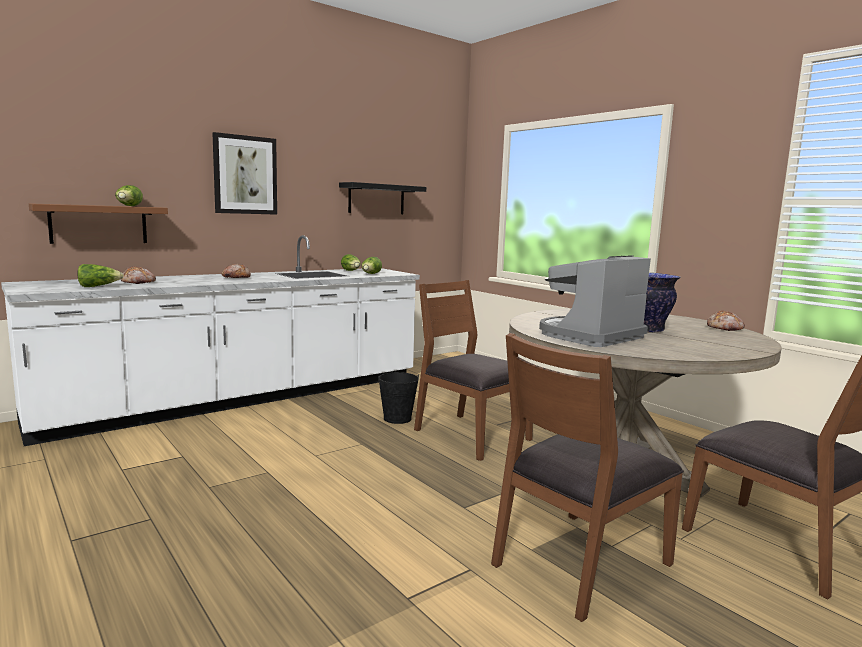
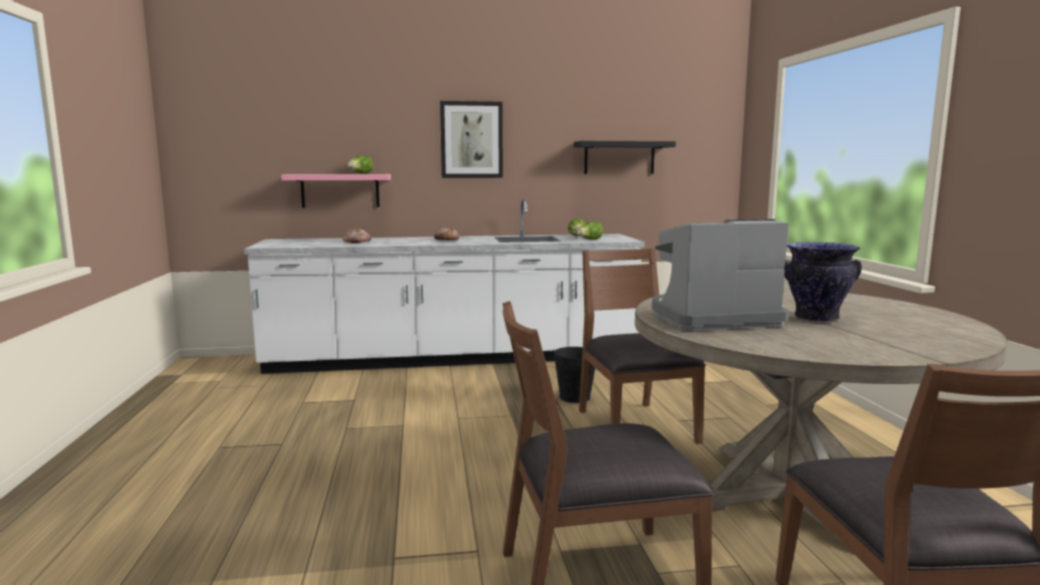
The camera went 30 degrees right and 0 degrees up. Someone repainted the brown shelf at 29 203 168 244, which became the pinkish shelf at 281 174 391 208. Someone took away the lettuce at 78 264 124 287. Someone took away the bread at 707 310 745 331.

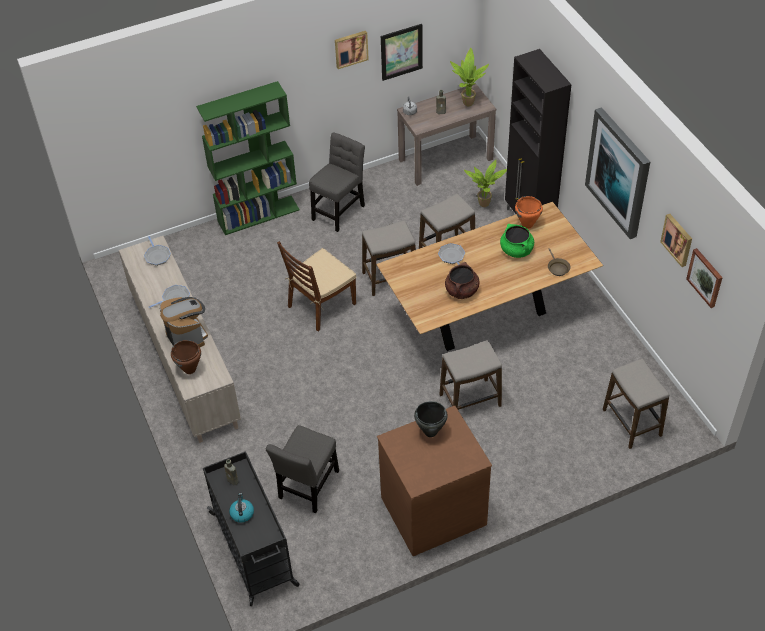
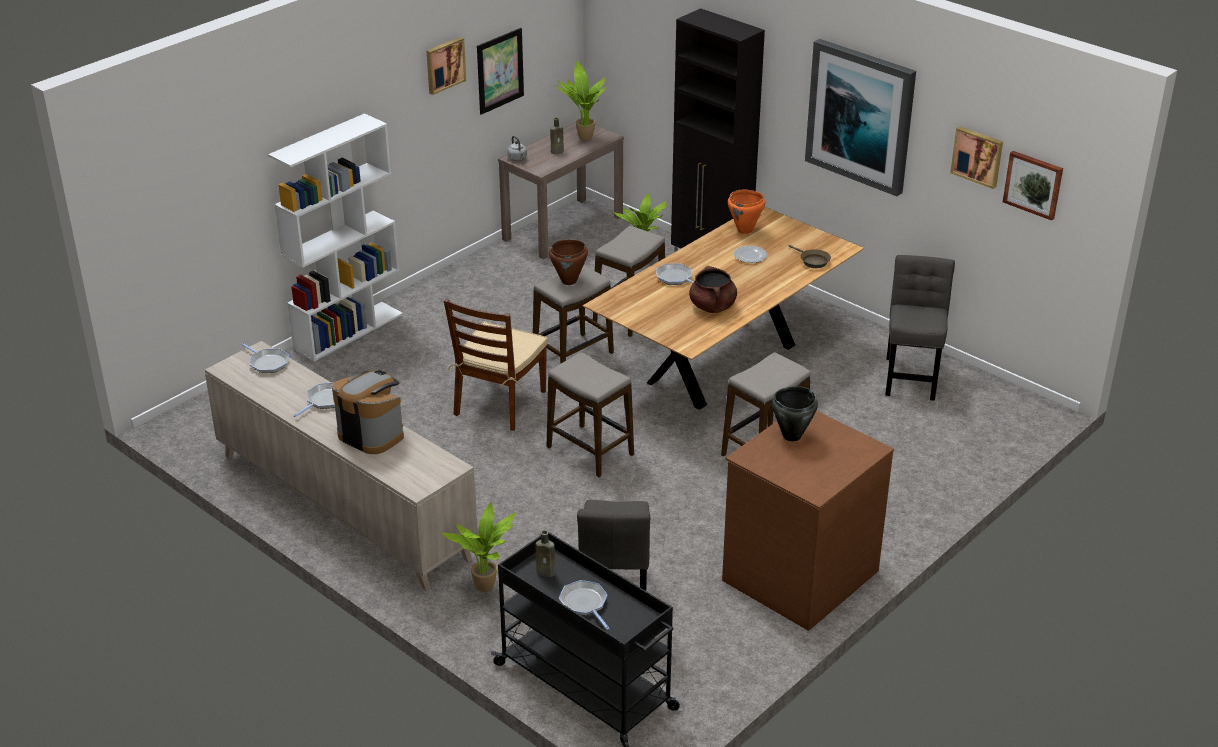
The camera went 25 degrees left and 15 degrees down. Someone carried the brown cooking pot from 171 340 201 374 to 549 239 588 285. Someone repainted the greenish bookcase at 196 81 300 235, which became the white-coloured bookcase at 268 113 403 362. Someone swapped the tea kettle at 229 493 254 523 for the frying pan at 559 580 610 630. Someone carried the greyish plain chair from 309 132 365 232 to 885 255 955 401. Someone swapped the greenish cooking pot at 500 224 534 258 for the plate at 734 246 768 263. Someone carried the stool seat from 602 359 669 449 to 547 352 634 477. Someone put down the potted plant at 441 502 515 592.

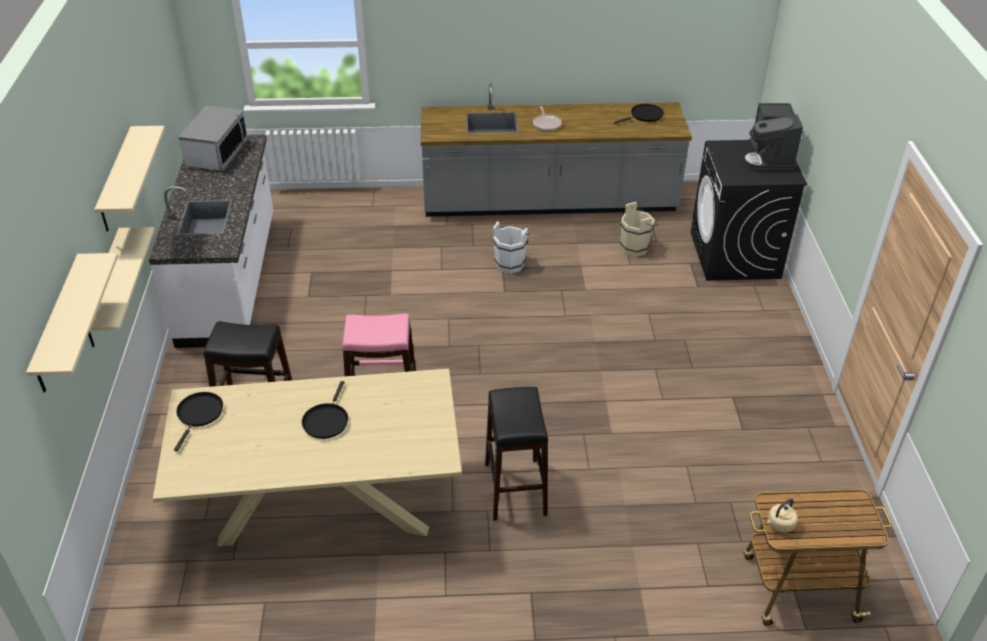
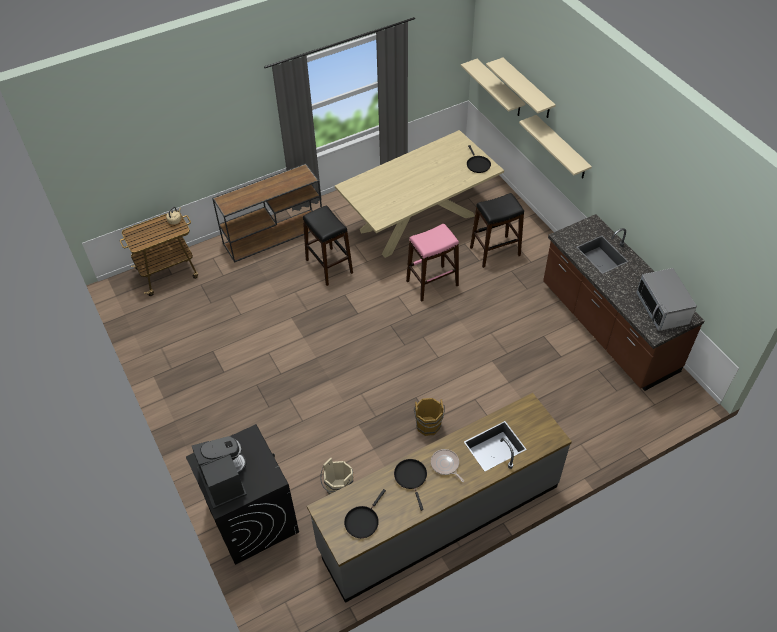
The camera went 155 degrees right and 10 degrees up. Someone carried the sand-coloured shelf from 94 126 165 232 to 461 59 526 116. Someone repainted the white-coloured kitchen counter at 149 135 273 348, which became the brown kitchen counter at 543 214 705 391. Someone carried the blackish frying pan from 302 381 348 439 to 394 459 427 511. Someone repainted the white-coloured water bucket at 493 221 529 274, which became the brown water bucket at 414 398 445 436. Someone put down the brown narrow table at 212 163 322 263.

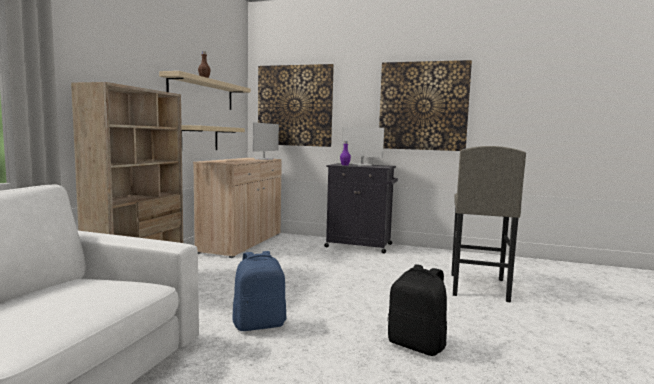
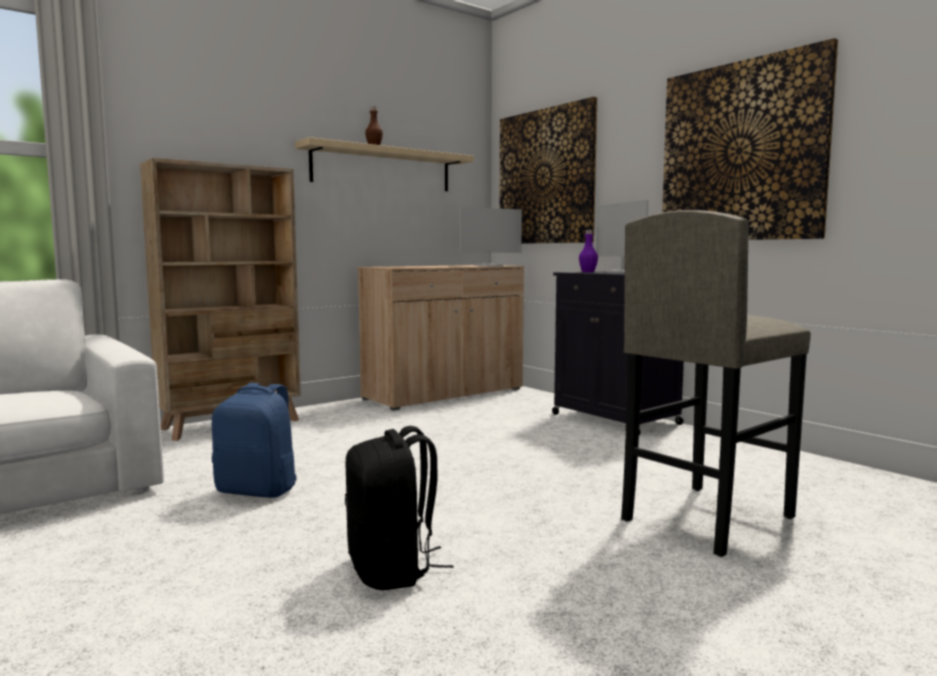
The camera went 35 degrees right and 0 degrees up. Someone took away the sand-coloured shelf at 181 125 245 150.

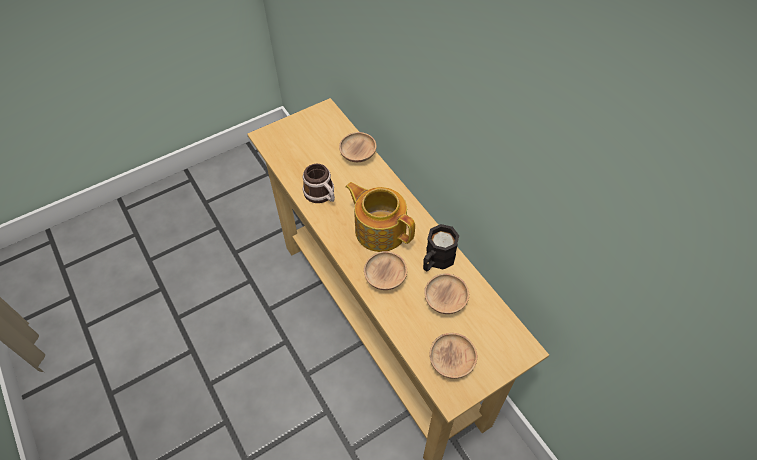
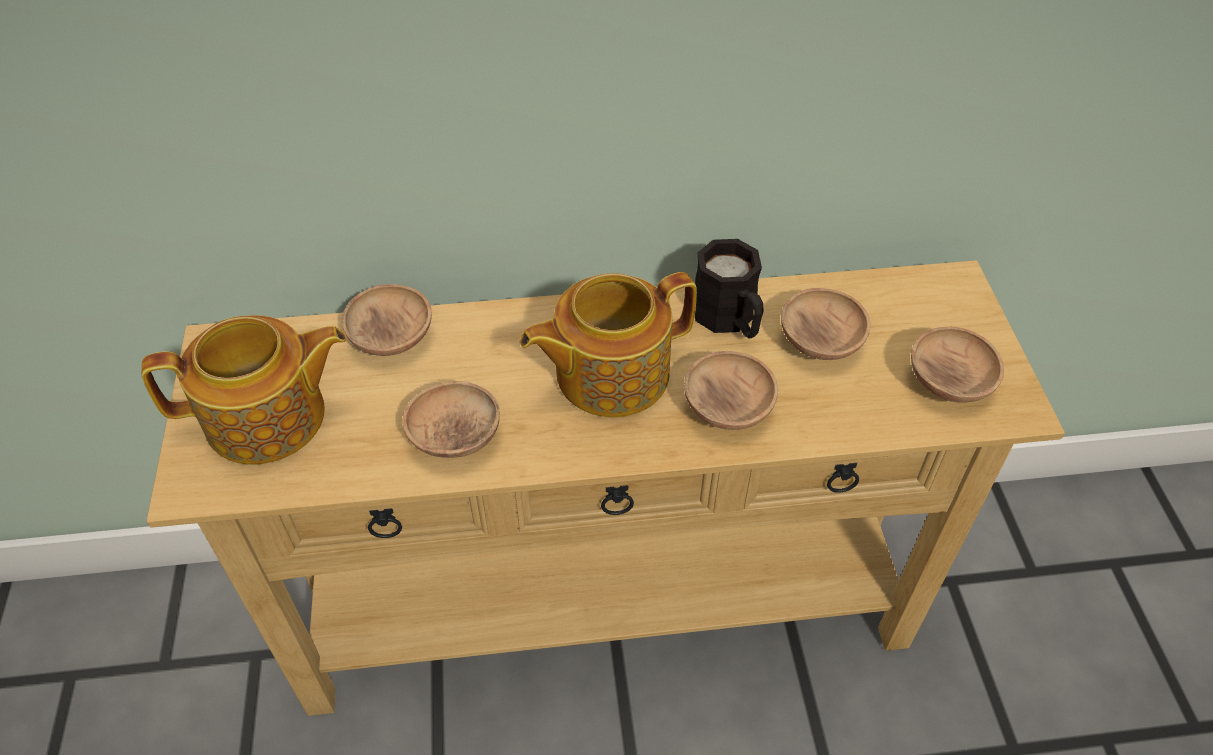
The camera went 65 degrees left and 5 degrees down. Someone swapped the mug at 303 164 335 203 for the brown serving bowl at 403 381 500 458. Someone put down the tea pot at 141 315 346 465.

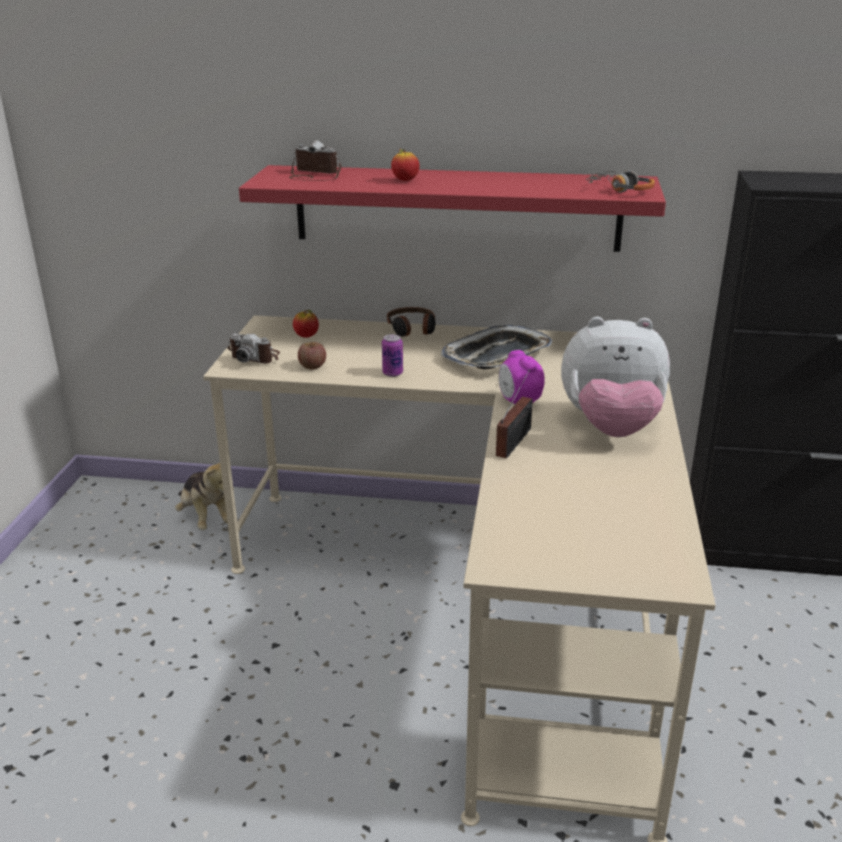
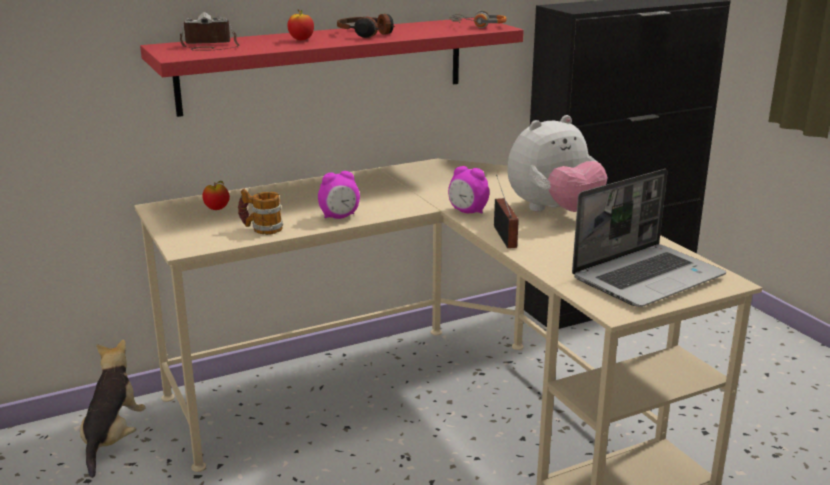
The camera went 35 degrees left and 5 degrees down. Someone rotated the plush toy at 175 463 234 530 by 105 degrees counterclockwise. Someone took away the still camera at 227 333 280 364. Someone swapped the apple at 298 342 326 369 for the mug at 238 189 283 235. Someone swapped the metal can at 382 334 403 377 for the bedside clock at 318 171 360 219. Someone carried the headset from 387 307 435 337 to 337 14 395 38. Someone took away the serving tray at 441 325 552 369. Someone put down the laptop at 572 169 726 307.

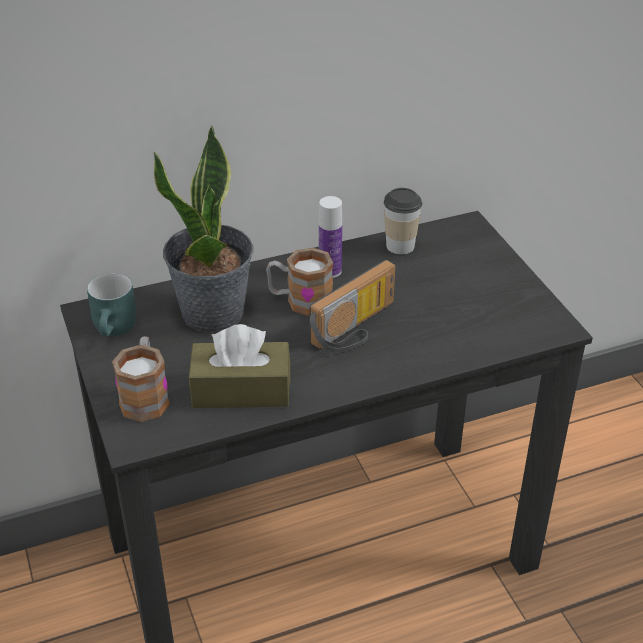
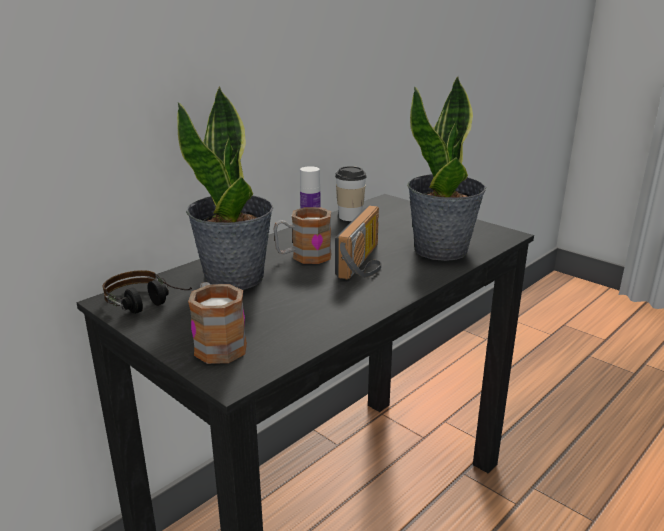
The camera went 25 degrees left and 15 degrees down. Someone swapped the blue-green mug at 87 273 136 337 for the headset at 102 270 192 314. Someone took away the brown box of tissues at 189 324 290 408. Someone put down the potted plant at 407 76 486 261.

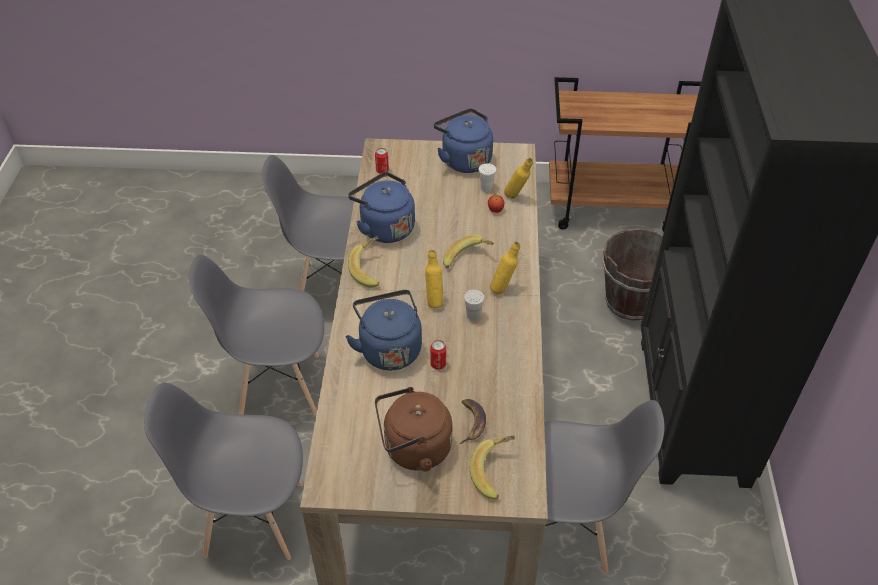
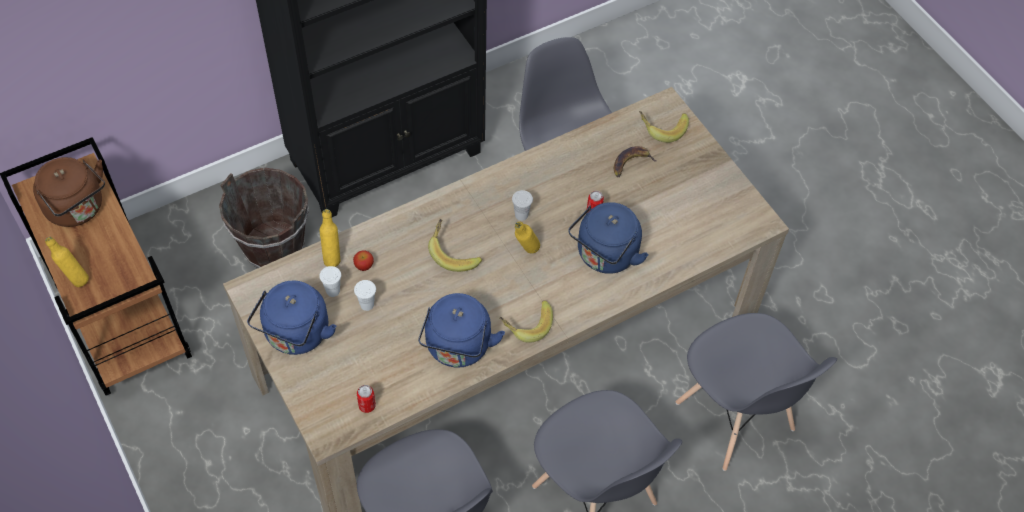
The camera went 125 degrees left and 10 degrees up. Someone carried the brown tea kettle from 375 387 453 472 to 33 157 105 227. Someone carried the yellow-coloured beverage bottle from 490 242 520 295 to 45 237 89 287. Someone put down the white-coloured cup at 354 280 376 311.

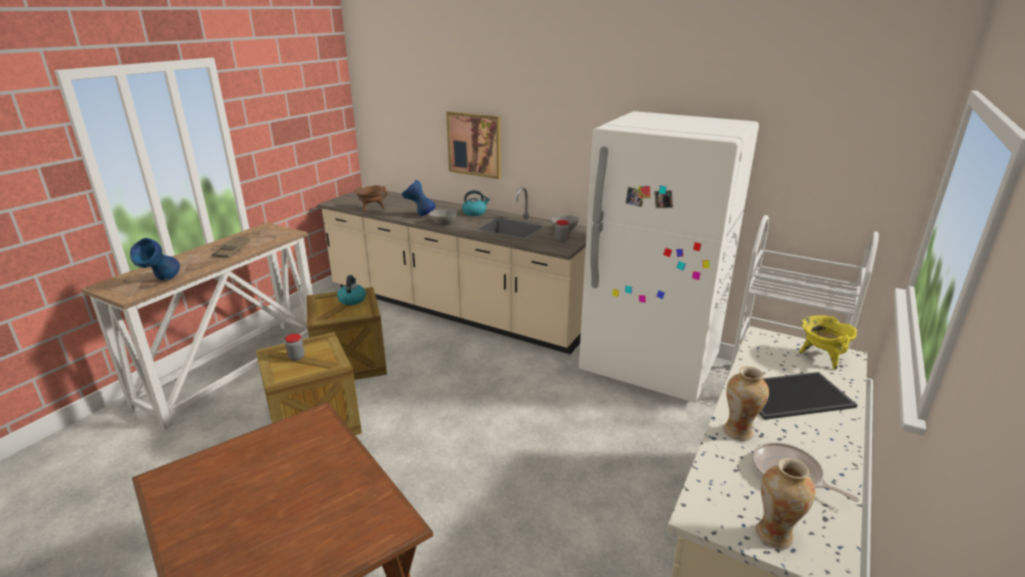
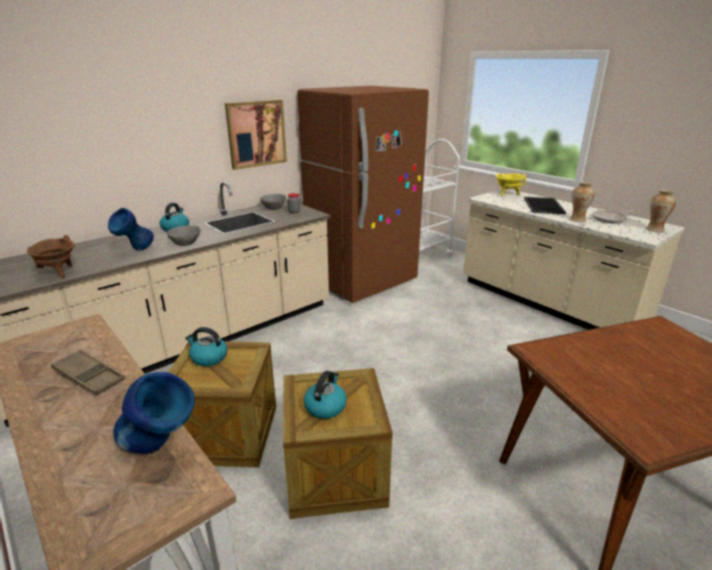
The camera went 70 degrees left and 0 degrees up. Someone swapped the preserve jar at 285 334 305 361 for the tea kettle at 304 371 347 419. Someone carried the wall picture from 446 111 501 179 to 225 100 287 170. Someone repainted the white-coloured kitchen fridge at 579 111 759 403, which became the brown kitchen fridge at 297 86 429 303.

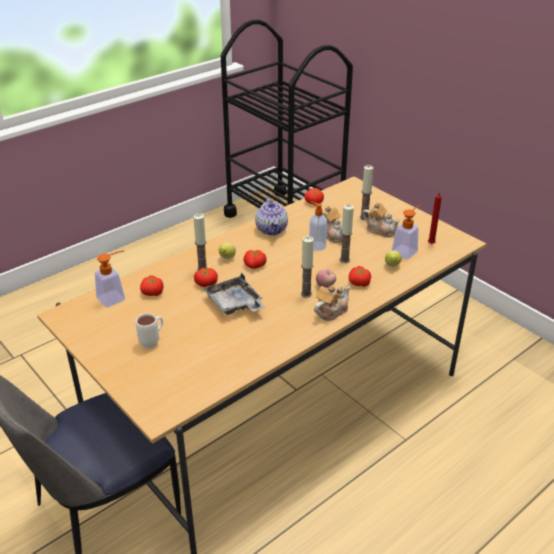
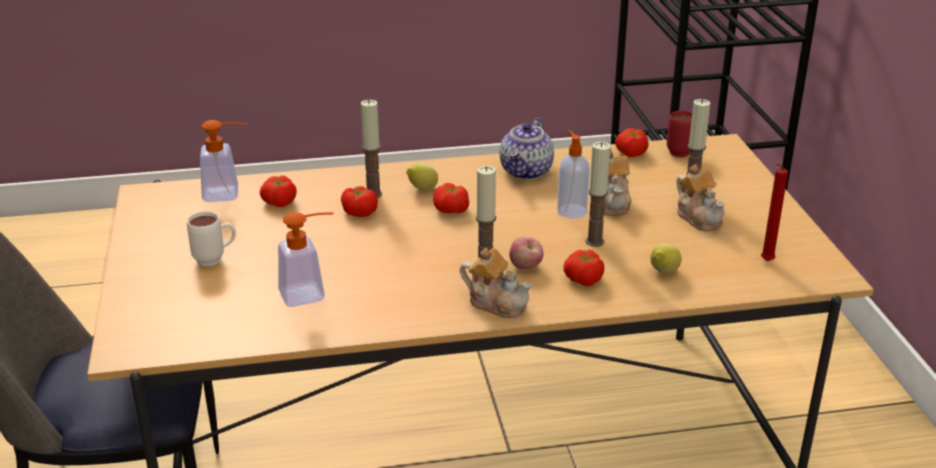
The camera went 30 degrees right and 5 degrees down. Someone took away the greyish serving tray at 203 273 265 315. Someone rotated the tea pot at 314 285 350 321 by 45 degrees clockwise. Someone carried the soap dispenser from 392 205 420 259 to 278 212 333 307. Someone put down the reddish mug at 667 111 692 157.

